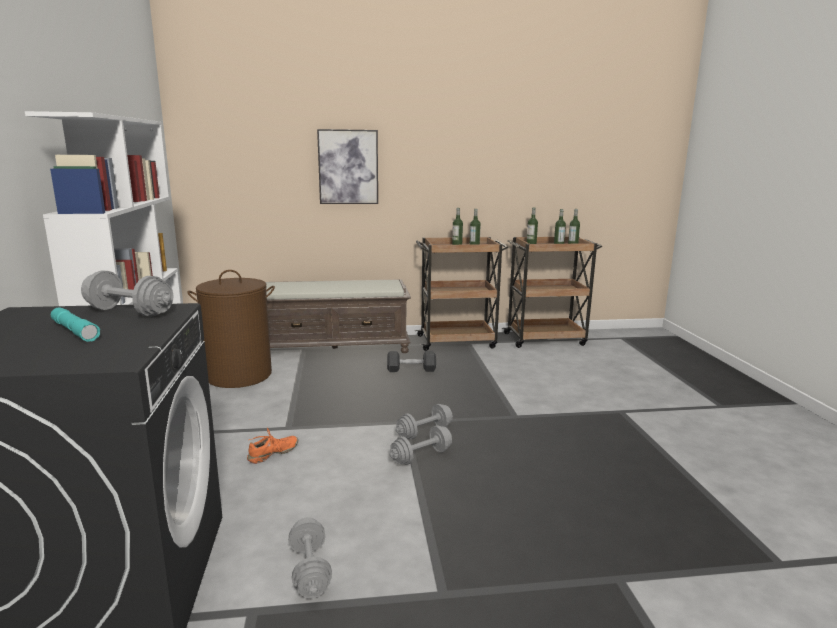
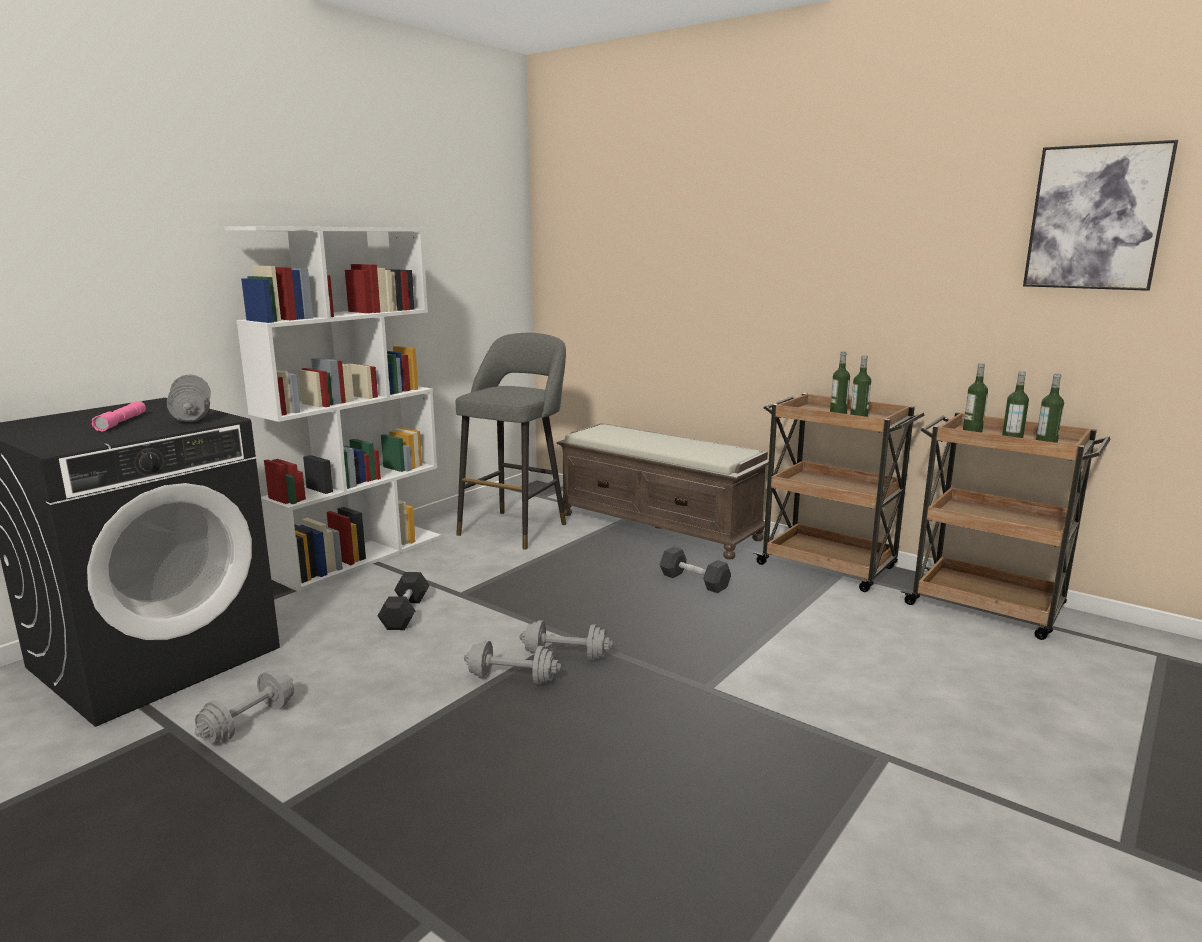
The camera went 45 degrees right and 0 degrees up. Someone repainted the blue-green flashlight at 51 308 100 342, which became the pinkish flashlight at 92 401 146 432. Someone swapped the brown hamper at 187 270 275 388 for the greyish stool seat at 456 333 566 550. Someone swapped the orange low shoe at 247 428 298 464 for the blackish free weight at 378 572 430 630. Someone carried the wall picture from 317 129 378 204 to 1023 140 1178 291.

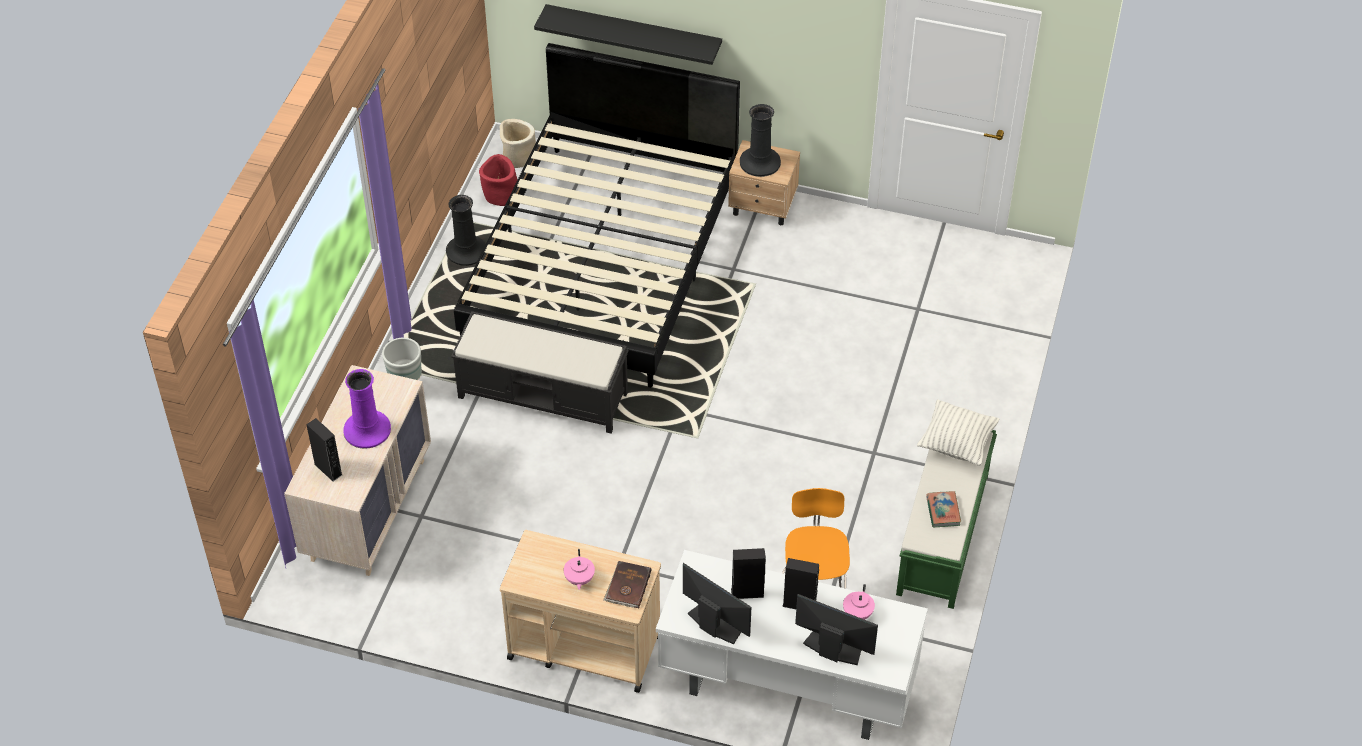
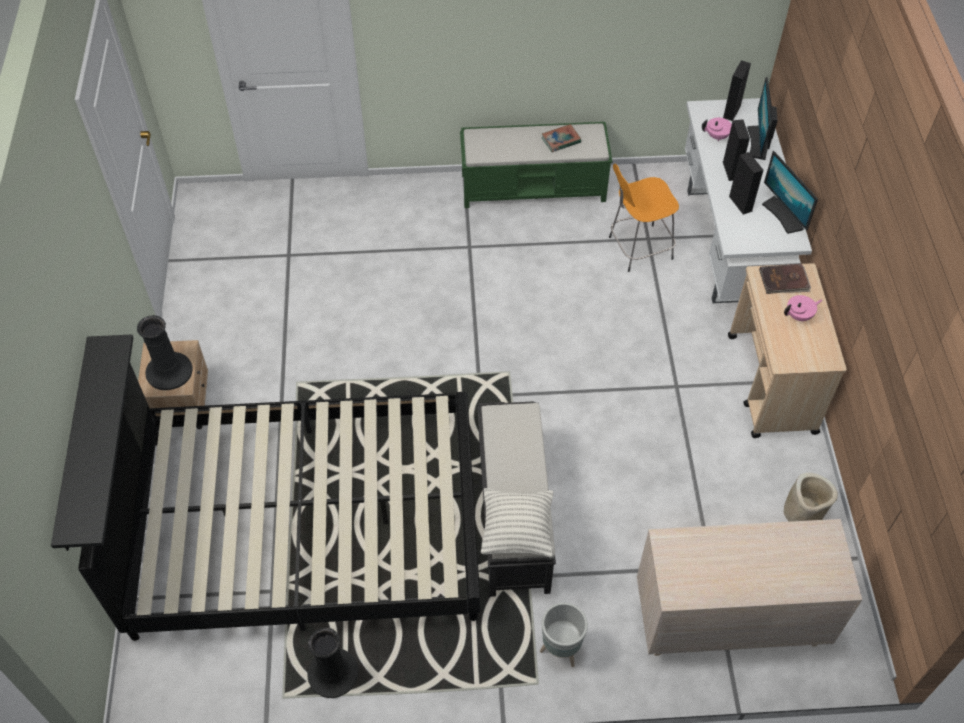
The camera went 110 degrees left and 5 degrees up. Someone carried the blackish loudspeaker from 306 418 342 481 to 723 60 751 121. Someone took away the purplish vase at 343 369 391 449. Someone took away the reddish plant pot at 479 154 517 206. Someone carried the sand-coloured plant pot from 499 119 536 168 to 784 473 838 522. Someone rotated the computer display at 683 563 751 644 by 45 degrees counterclockwise. Someone carried the throw pillow from 917 399 1000 466 to 481 488 553 558.

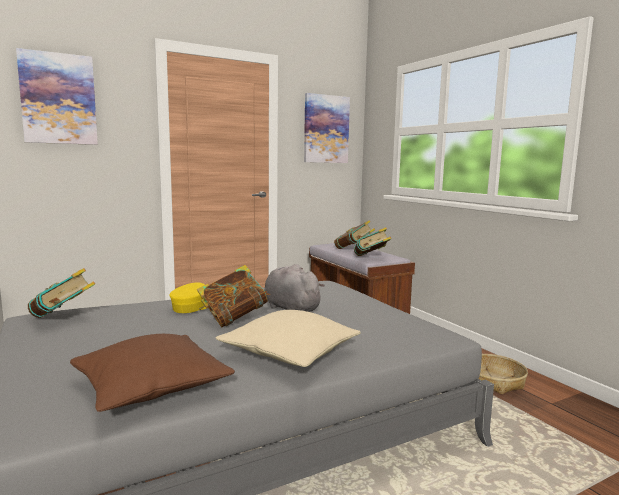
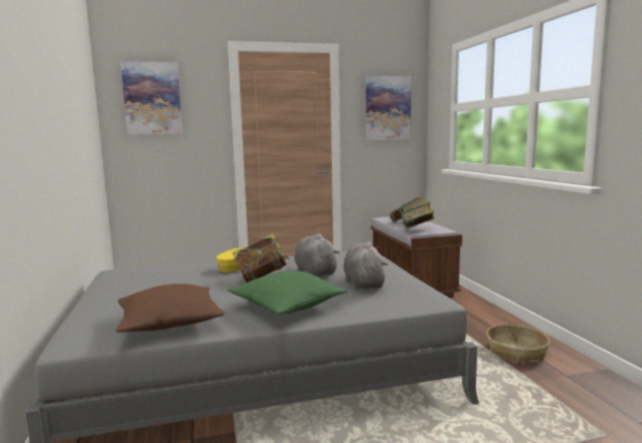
The camera went 15 degrees right and 0 degrees up. Someone took away the volume at 28 268 95 318. Someone repainted the sand-coloured throw pillow at 216 310 361 367, which became the greenish throw pillow at 227 271 347 314. Someone put down the greyish plush toy at 344 242 388 289.

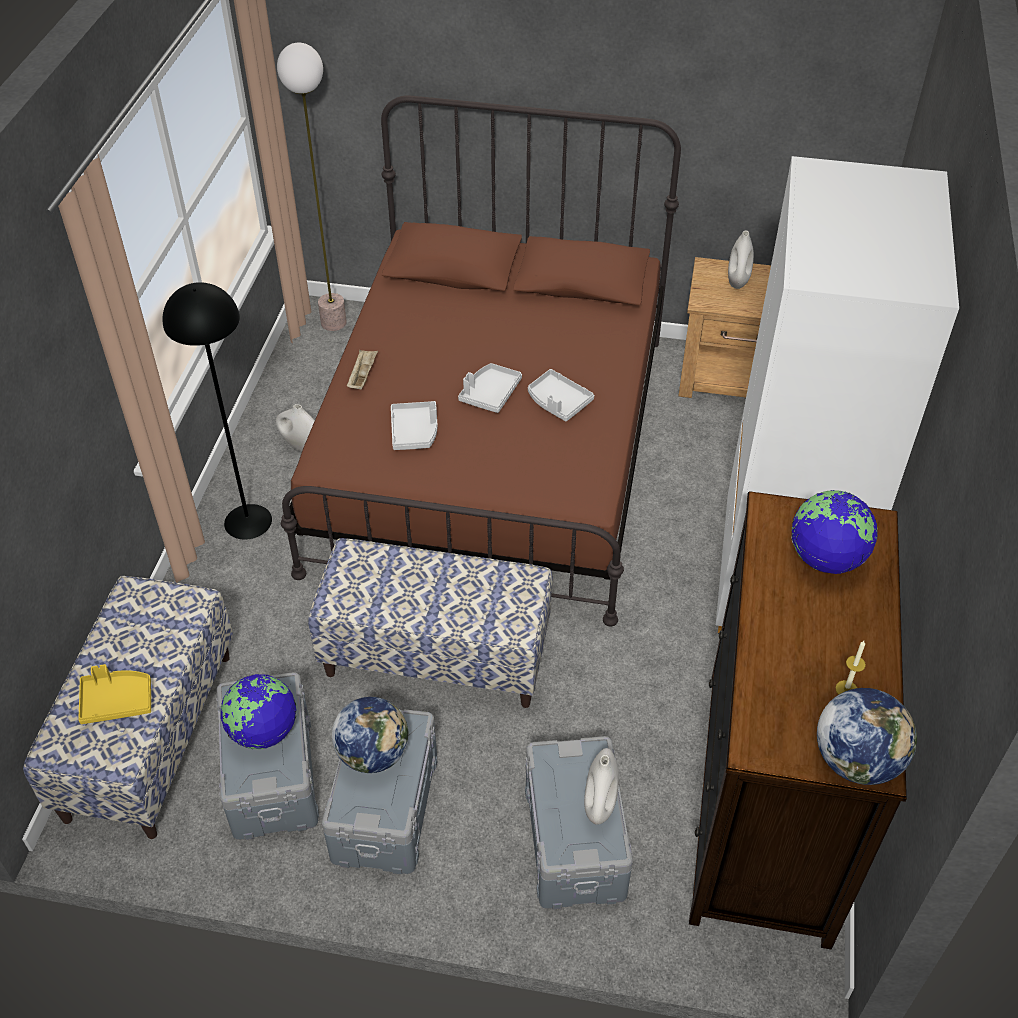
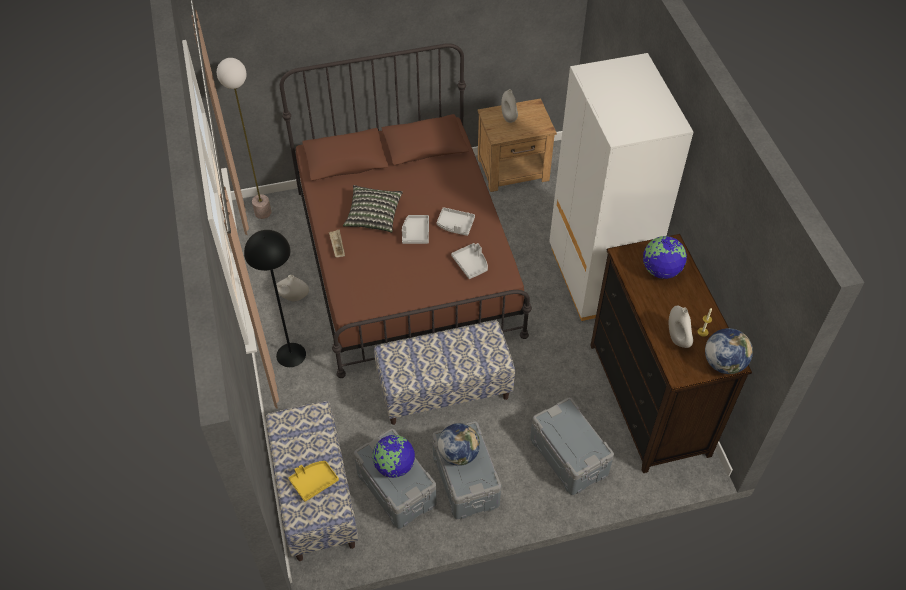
The camera went 25 degrees left and 5 degrees up. Someone carried the greyish serving tray from 391 401 437 450 to 451 243 488 279. Someone carried the white-coloured vase from 584 748 619 825 to 669 306 693 348. Someone put down the throw pillow at 343 185 403 233.

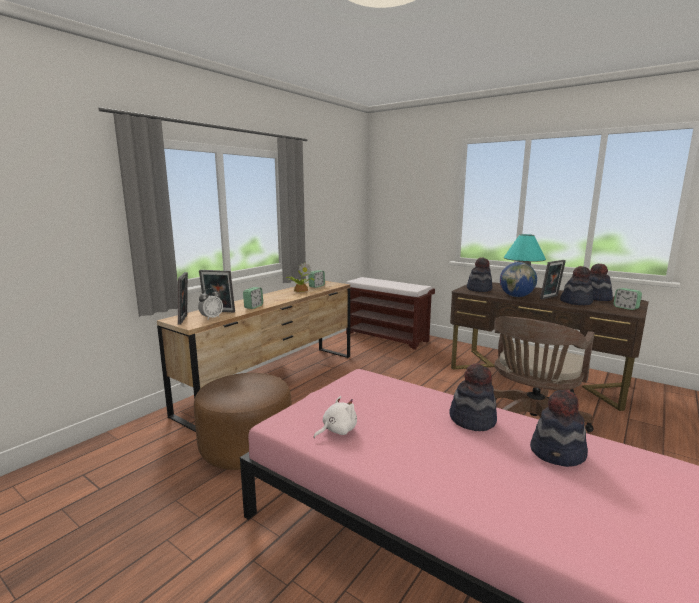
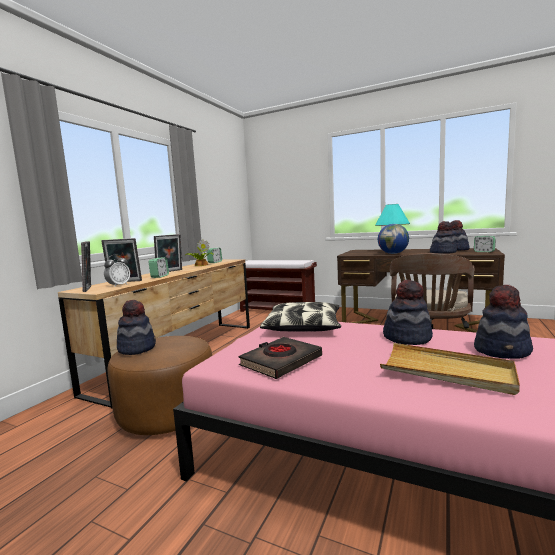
The camera went 10 degrees left and 5 degrees down. Someone swapped the white-coloured plush toy at 314 396 357 438 for the blackish volume at 238 337 322 379. Someone carried the clothing hat from 467 257 492 292 to 117 300 156 355. Someone carried the standing frame from 540 260 566 300 to 154 234 182 272. Someone put down the throw pillow at 260 302 341 332. Someone put down the sand-coloured serving tray at 380 343 520 395.

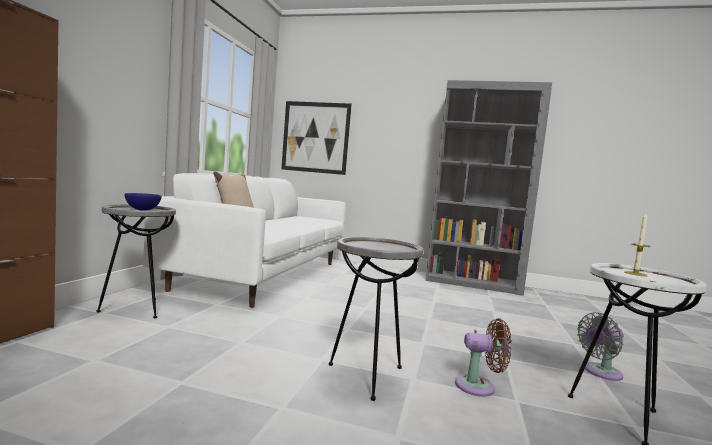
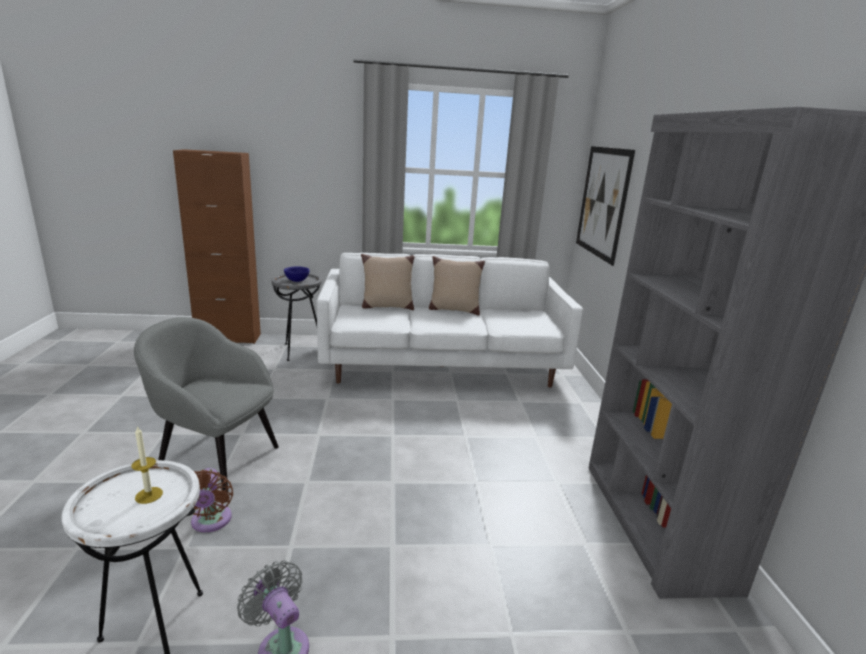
The camera went 70 degrees right and 15 degrees up. Someone swapped the greyish side table at 329 237 424 401 for the greyish lounge chair at 134 317 279 492. Someone put down the sand-coloured throw pillow at 429 256 485 316.

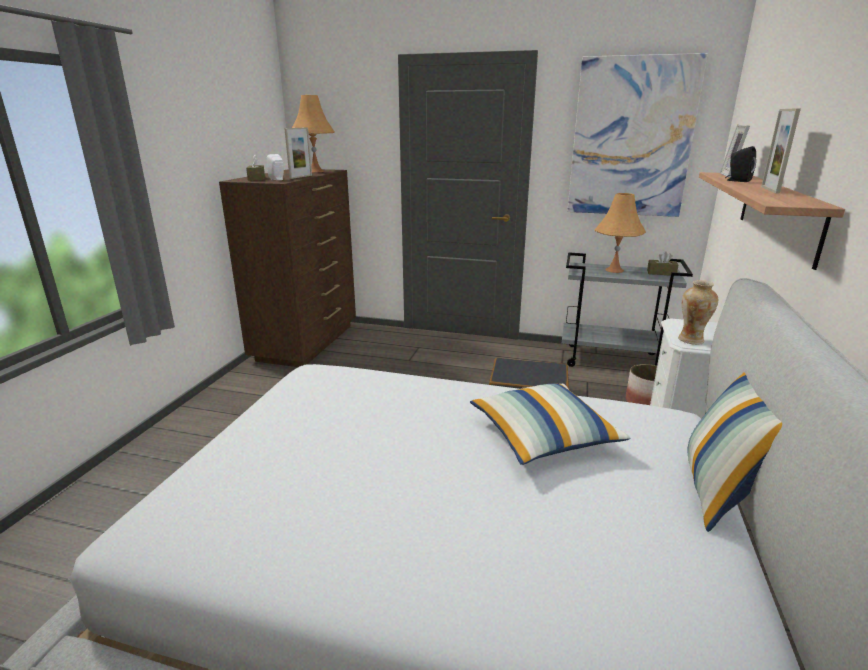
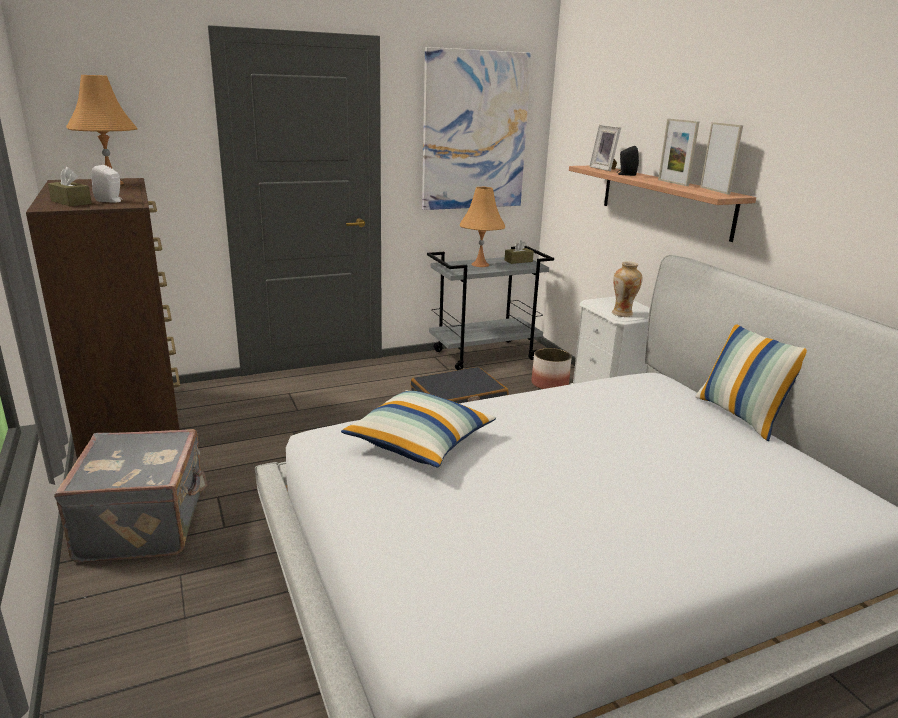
The camera went 40 degrees left and 0 degrees up. Someone carried the standing frame from 284 127 312 179 to 700 122 743 194. Someone carried the throw pillow from 470 384 631 465 to 341 390 496 467. Someone put down the greyish travel case at 54 429 208 562.

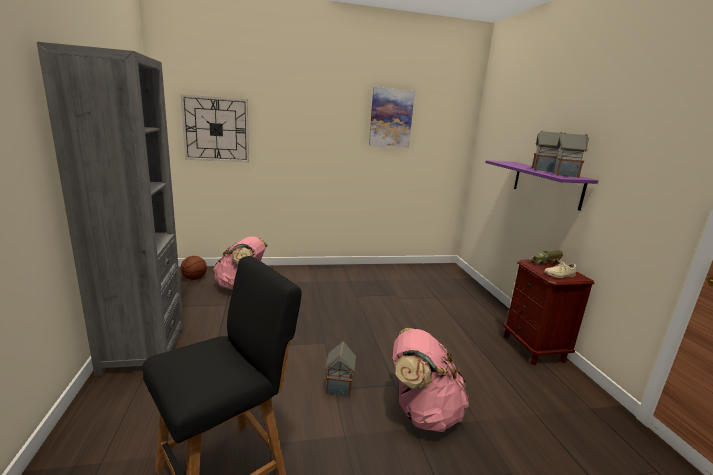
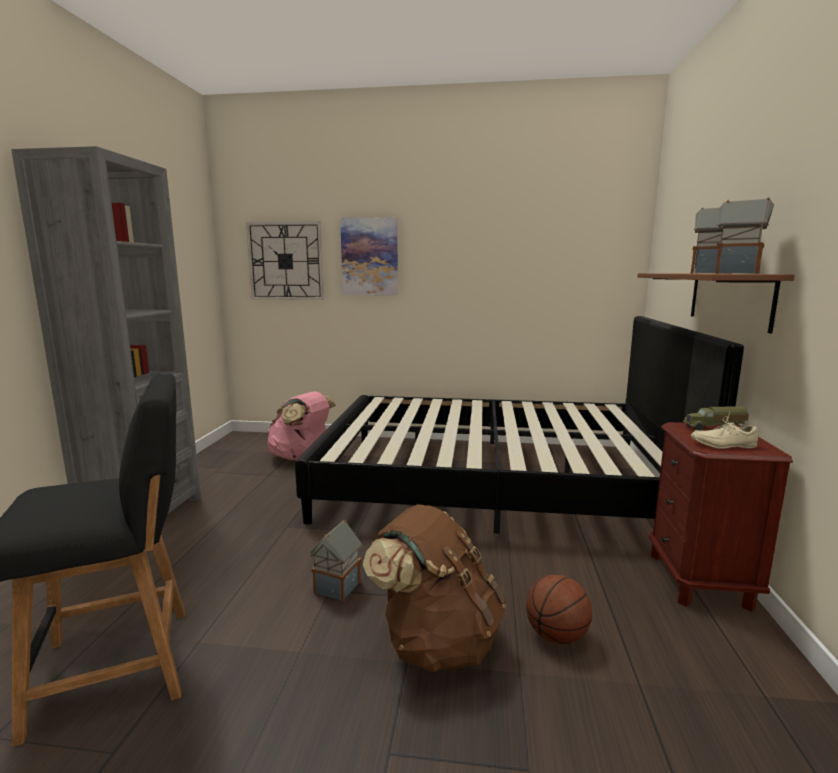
The camera went 20 degrees right and 5 degrees down. Someone carried the basketball ball from 180 256 207 280 to 526 575 592 644. Someone carried the wall picture from 369 87 415 148 to 340 217 398 295. Someone repainted the pinkish backpack at 393 328 469 432, which became the brown backpack at 363 504 506 672. Someone repainted the purplish shelf at 485 160 598 211, which became the brown shelf at 638 273 794 334. Someone put down the blackish bedroom bed at 295 316 744 534.

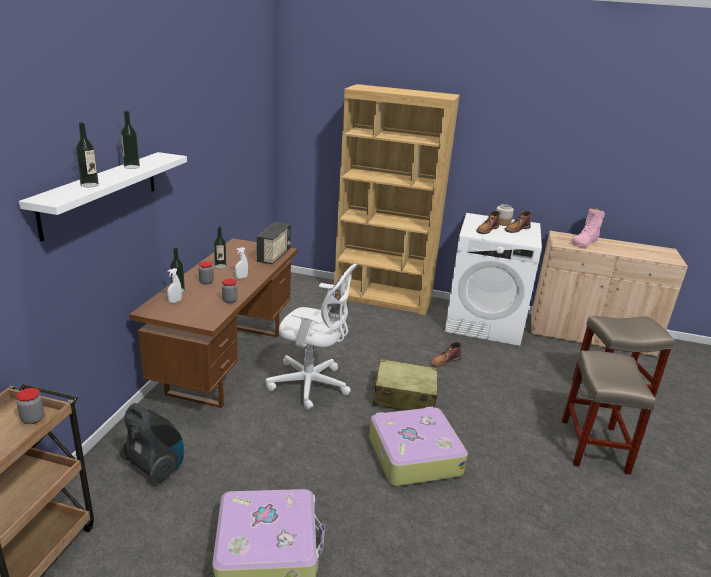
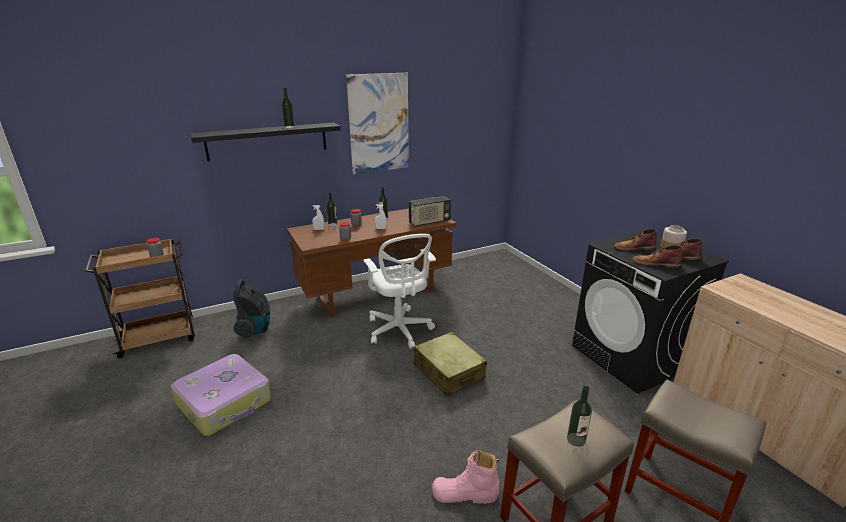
The camera went 50 degrees right and 0 degrees up. Someone repainted the white-coloured shelf at 19 152 187 242, which became the blackish shelf at 190 123 341 161. Someone carried the beverage bottle from 76 122 99 187 to 567 386 592 447. Someone took away the brown bookcase at 334 84 460 315. Someone took away the travel case at 369 407 468 486. Someone carried the brown boot from 430 342 461 367 to 632 245 682 268. Someone repainted the white-coloured washing machine at 445 213 542 346, which became the blackish washing machine at 572 231 729 394. Someone carried the pinkish boot from 571 208 605 247 to 432 449 500 504. Someone put up the wall picture at 346 73 409 174.

